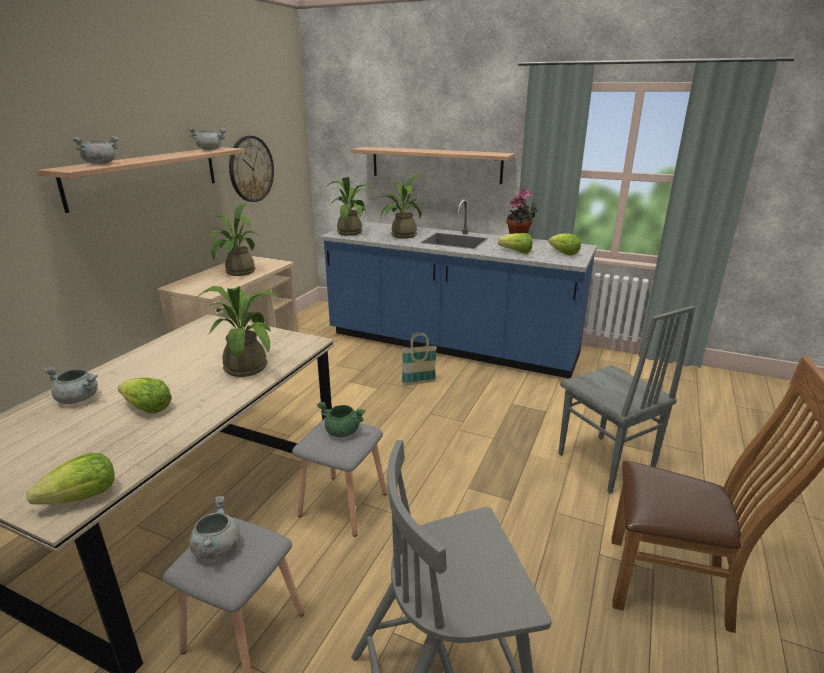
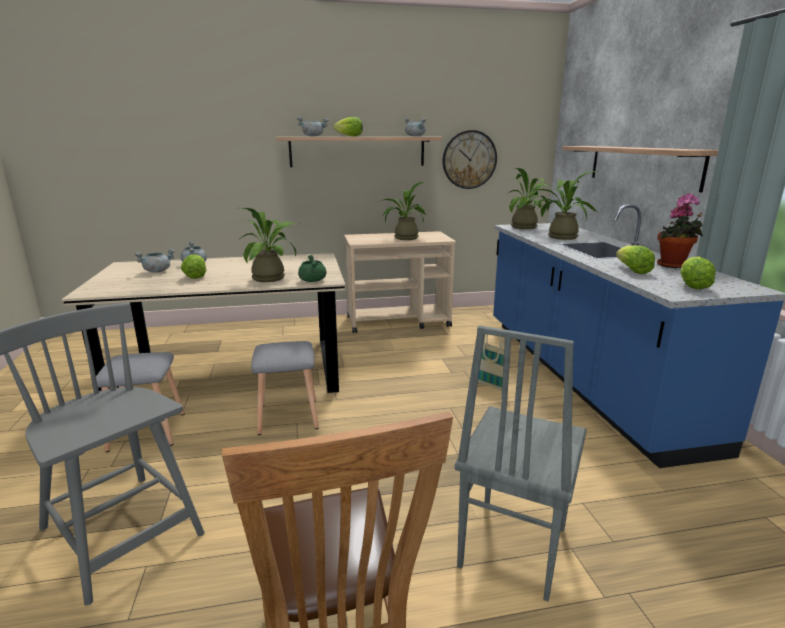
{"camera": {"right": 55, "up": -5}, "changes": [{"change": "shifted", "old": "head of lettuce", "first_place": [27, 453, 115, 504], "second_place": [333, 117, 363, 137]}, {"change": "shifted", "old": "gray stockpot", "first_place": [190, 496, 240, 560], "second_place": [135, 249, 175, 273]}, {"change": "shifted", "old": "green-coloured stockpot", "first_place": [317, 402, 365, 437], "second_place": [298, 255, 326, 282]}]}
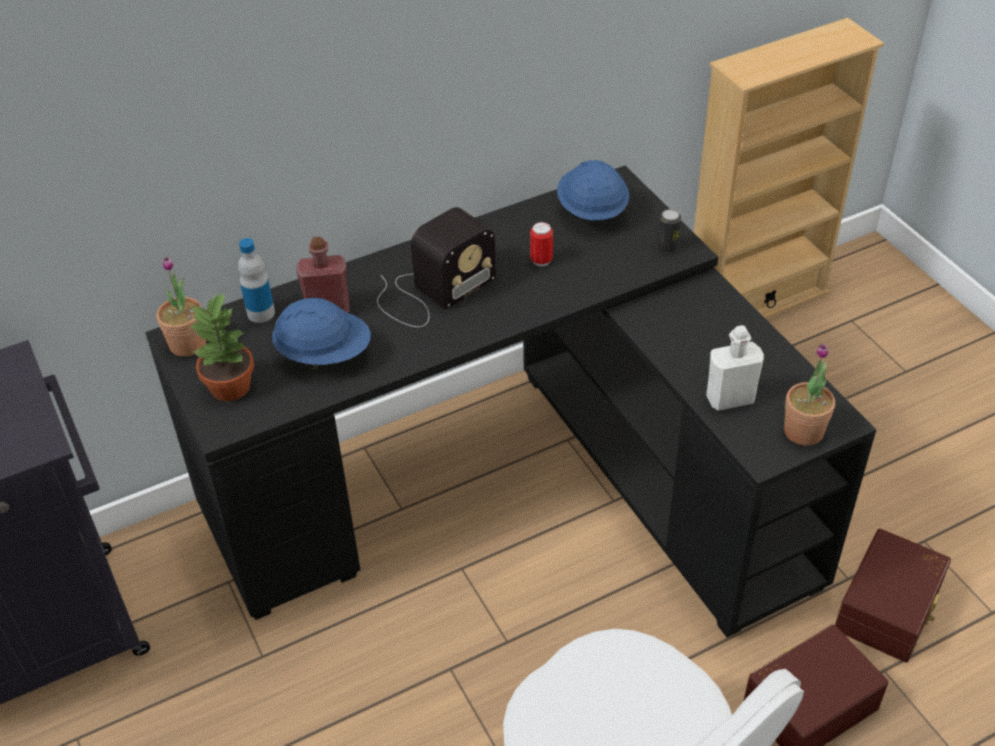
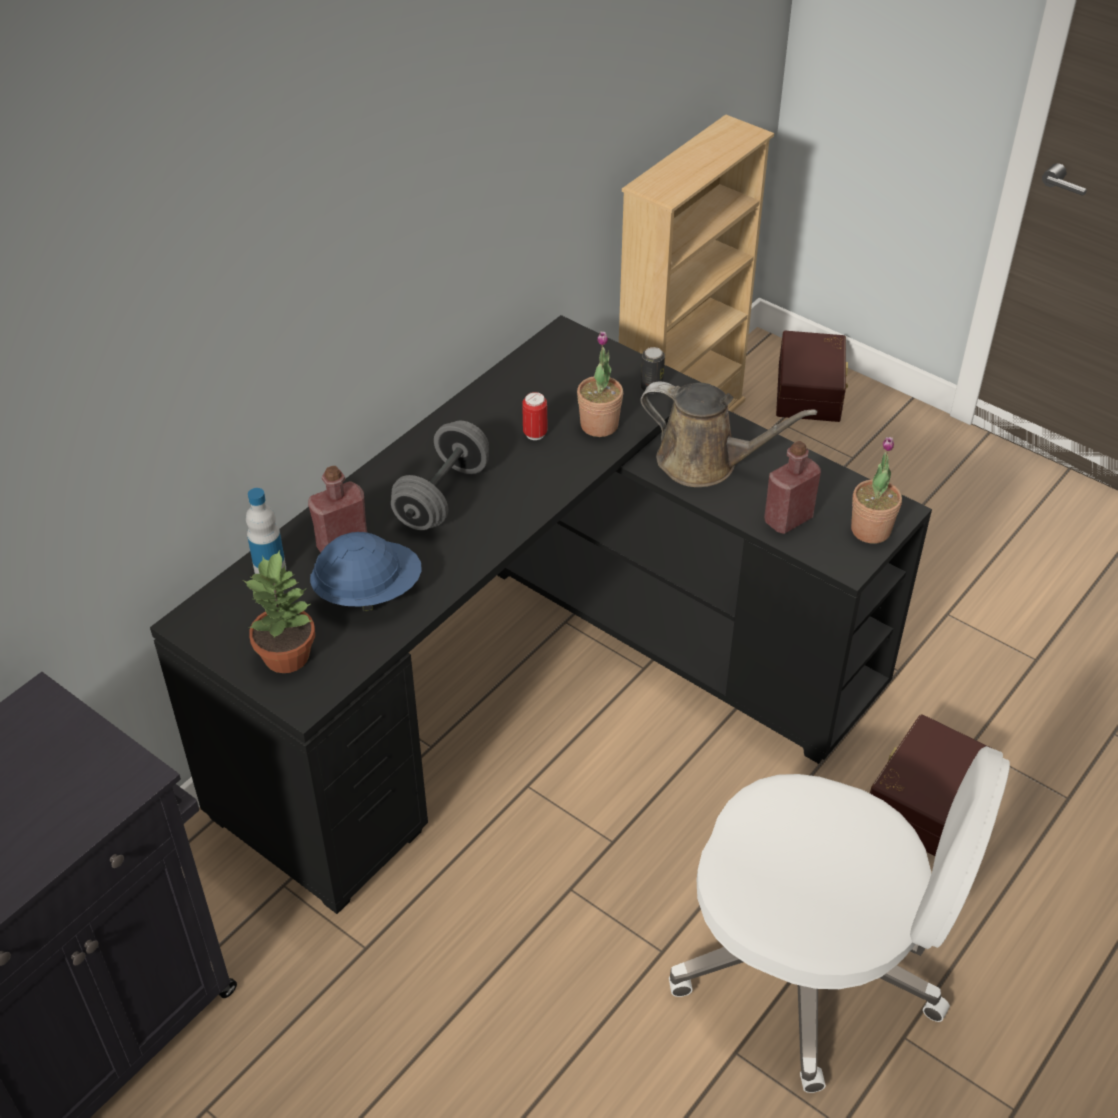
{"camera": {"right": -25, "up": 0}, "changes": [{"change": "shifted", "old": "houseplant", "first_place": [156, 256, 206, 357], "second_place": [577, 331, 623, 437]}, {"change": "swapped", "old": "radio receiver", "new": "gray free weight", "first_place": [377, 207, 496, 327], "second_place": [391, 421, 489, 530]}, {"change": "gone", "old": "bluish hard hat", "first_place": [557, 160, 629, 220]}, {"change": "repainted", "old": "white bottle", "new": "red bottle", "first_place": [706, 325, 764, 411], "second_place": [764, 441, 821, 534]}, {"change": "shifted", "old": "brown-coloured storage bin", "first_place": [835, 529, 951, 663], "second_place": [776, 331, 848, 422]}, {"change": "new", "new": "brown-coloured sprinkling can", "second_place": [640, 382, 817, 487]}]}
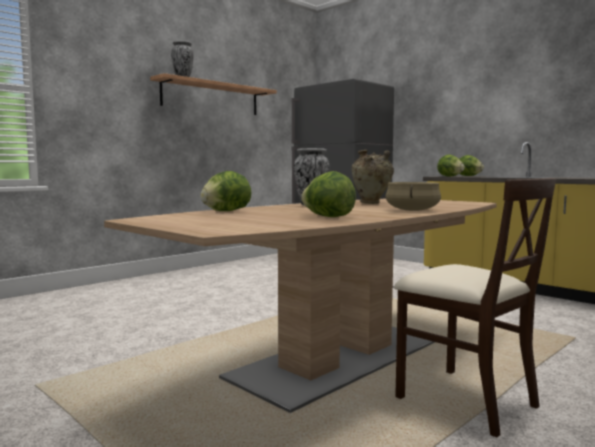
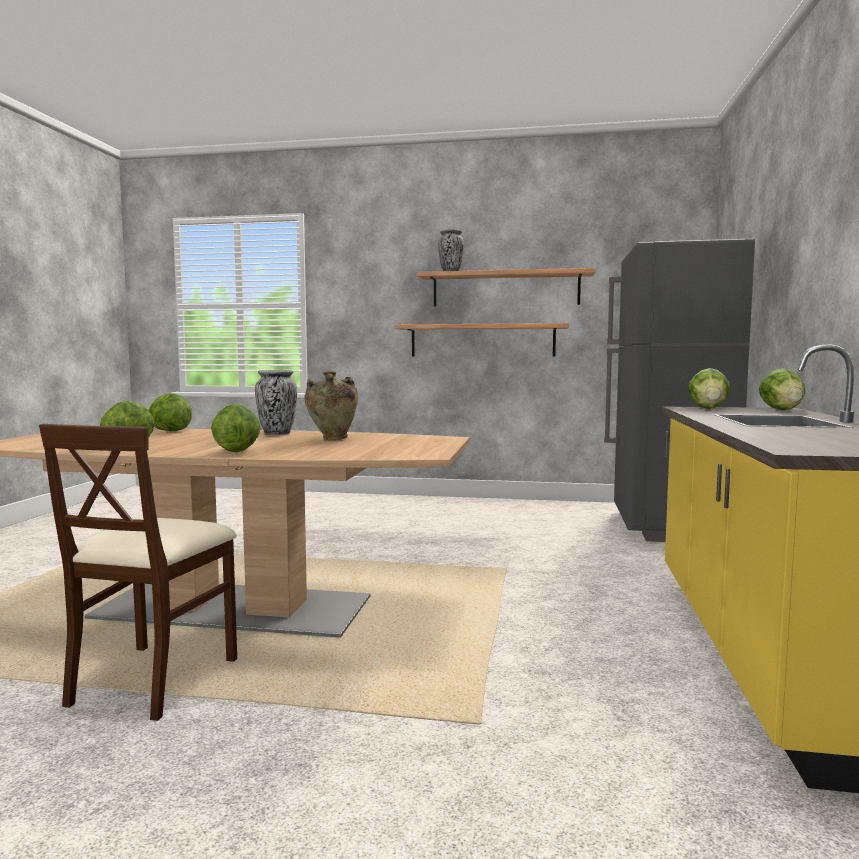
{"camera": {"right": 55, "up": 0}, "changes": [{"change": "swapped", "old": "sand-coloured stockpot", "new": "head of lettuce", "first_place": [386, 182, 441, 211], "second_place": [211, 404, 261, 453]}, {"change": "new", "new": "wall shelf", "second_place": [395, 323, 569, 357]}]}
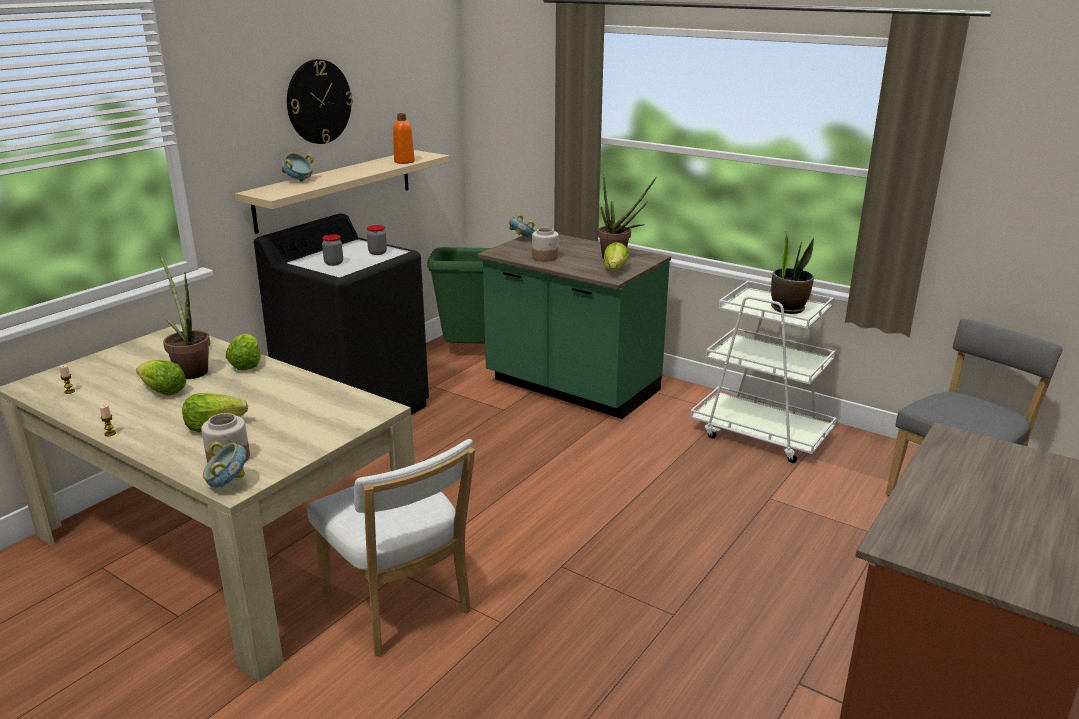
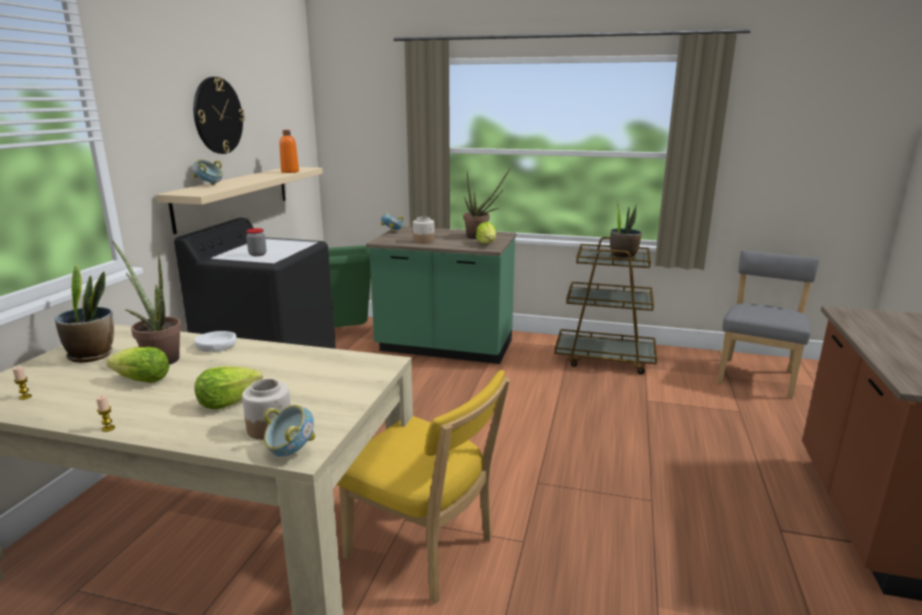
{"camera": {"right": -20, "up": -5}, "changes": [{"change": "swapped", "old": "head of lettuce", "new": "white serving bowl", "first_place": [226, 334, 261, 370], "second_place": [194, 331, 236, 352]}, {"change": "repainted", "old": "white plain chair", "new": "yellow-coloured plain chair", "first_place": [307, 439, 475, 656], "second_place": [337, 370, 510, 604]}, {"change": "gone", "old": "storage jar", "first_place": [367, 225, 387, 255]}, {"change": "repainted", "old": "white wheeled cart", "new": "brown-coloured wheeled cart", "first_place": [690, 279, 837, 463], "second_place": [555, 237, 657, 374]}, {"change": "new", "new": "houseplant", "second_place": [55, 263, 114, 363]}]}
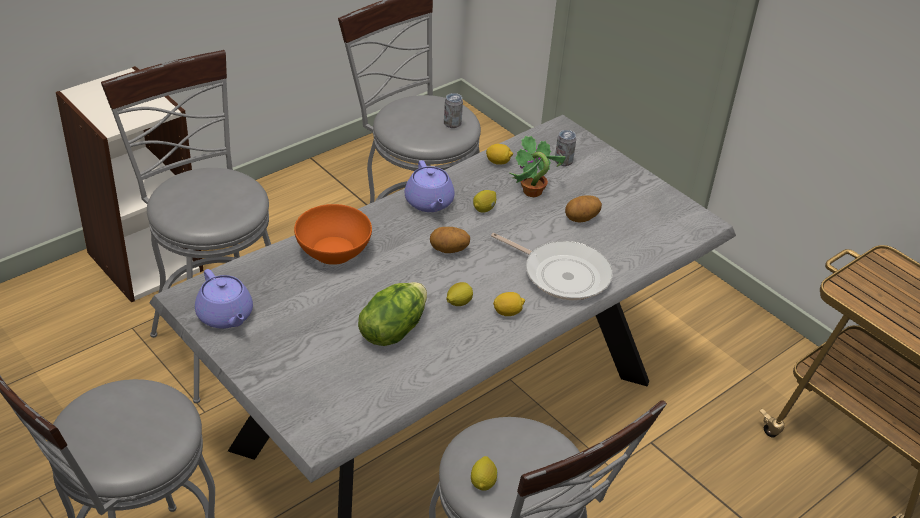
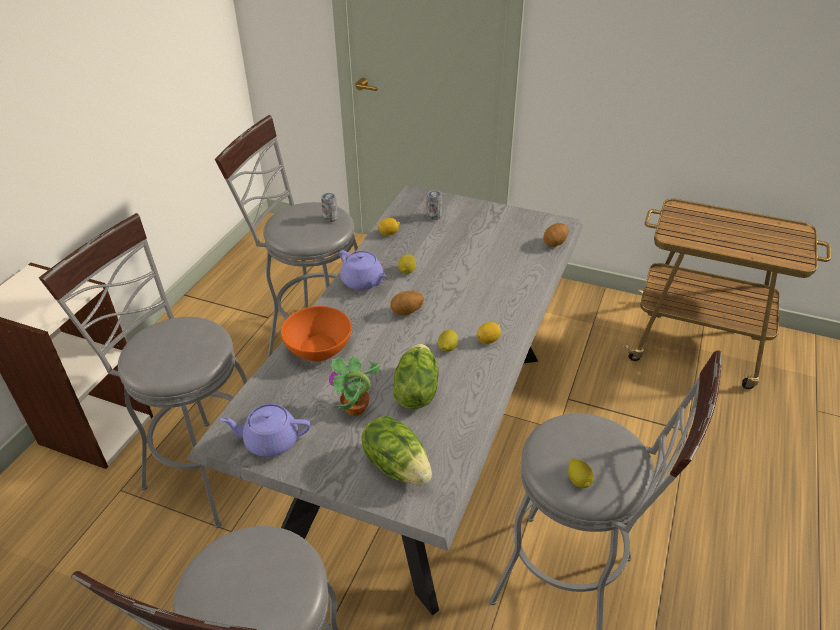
{"camera": {"right": -25, "up": 0}, "changes": [{"change": "rotated", "old": "purple-coloured pot for tea", "first_place": [195, 269, 253, 329], "second_place": [220, 404, 311, 457], "degrees": 150}, {"change": "gone", "old": "skillet", "first_place": [491, 233, 613, 300]}, {"change": "shifted", "old": "houseplant", "first_place": [510, 135, 566, 197], "second_place": [329, 355, 379, 416]}, {"change": "shifted", "old": "whole potato", "first_place": [565, 196, 602, 222], "second_place": [544, 223, 568, 247]}, {"change": "new", "new": "head of lettuce", "second_place": [362, 416, 432, 485]}]}
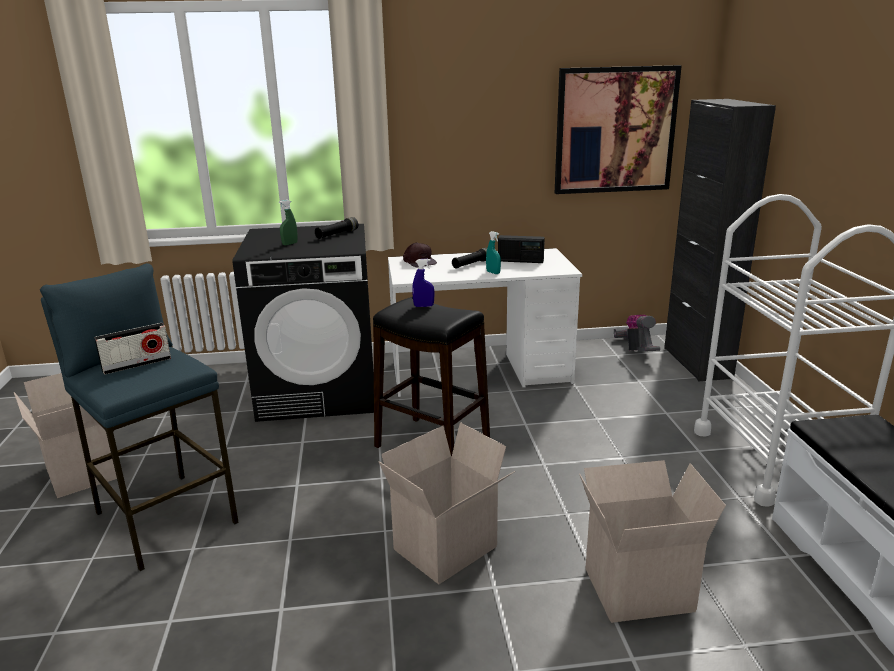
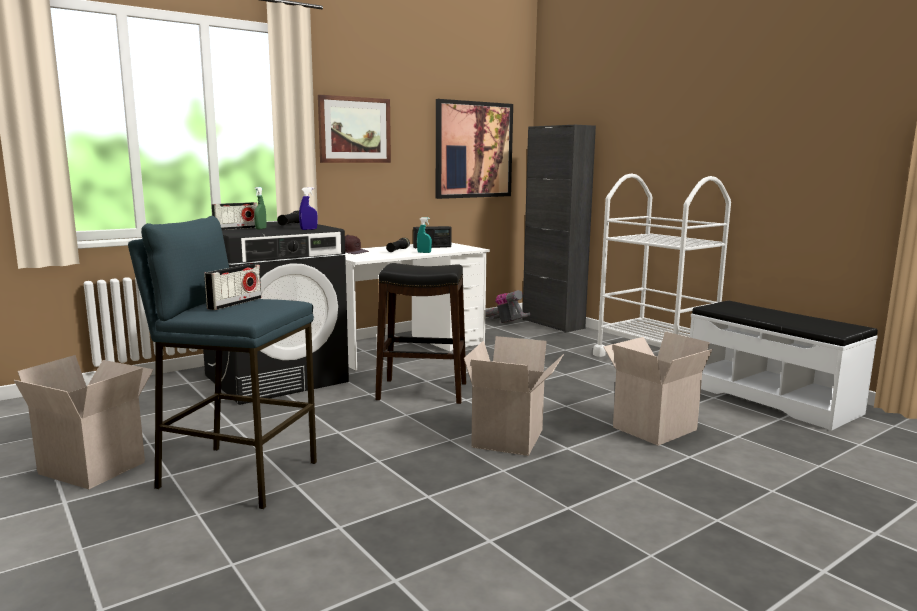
{"camera": {"right": -30, "up": -10}, "changes": [{"change": "shifted", "old": "bluish spray bottle", "first_place": [412, 259, 434, 307], "second_place": [299, 187, 318, 230]}, {"change": "new", "new": "radio receiver", "second_place": [211, 202, 257, 230]}, {"change": "new", "new": "wall art", "second_place": [318, 95, 391, 163]}]}
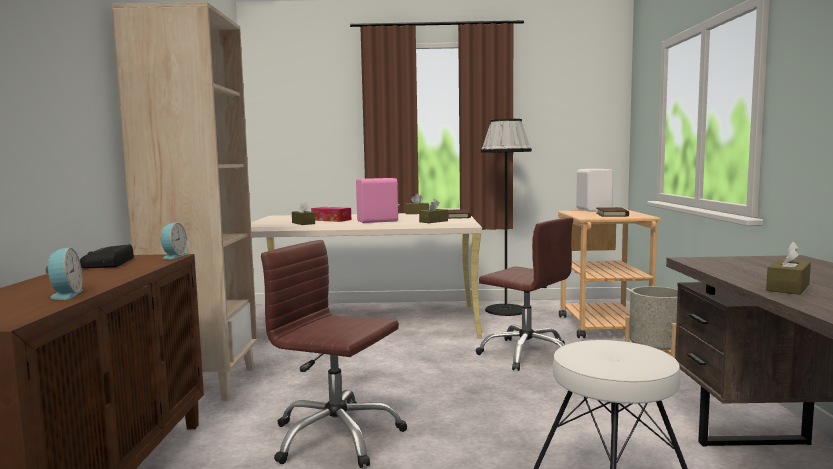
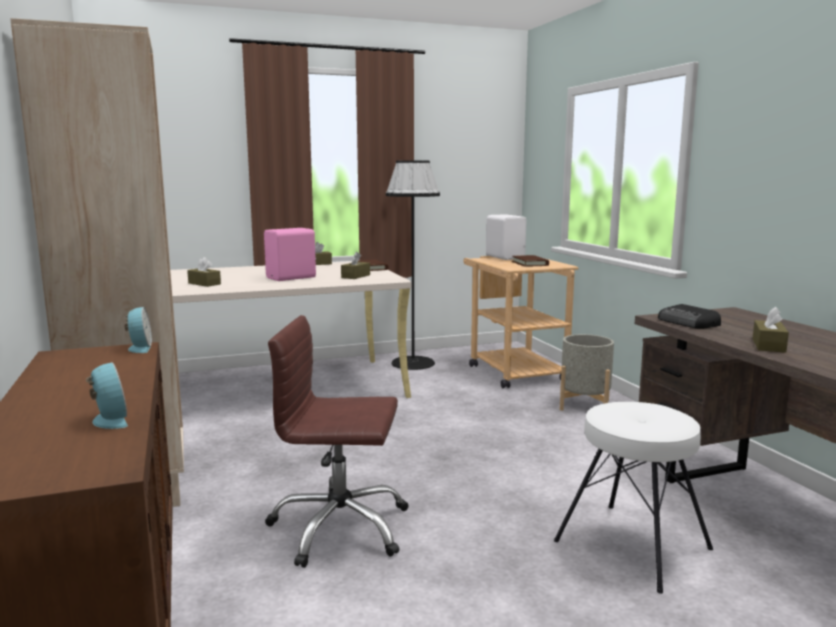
{"camera": {"right": -20, "up": 5}, "changes": [{"change": "shifted", "old": "radio receiver", "first_place": [80, 244, 134, 268], "second_place": [658, 304, 721, 329]}, {"change": "gone", "old": "tissue holder", "first_place": [311, 207, 351, 222]}, {"change": "gone", "old": "brown-coloured office chair", "first_place": [476, 217, 573, 371]}]}
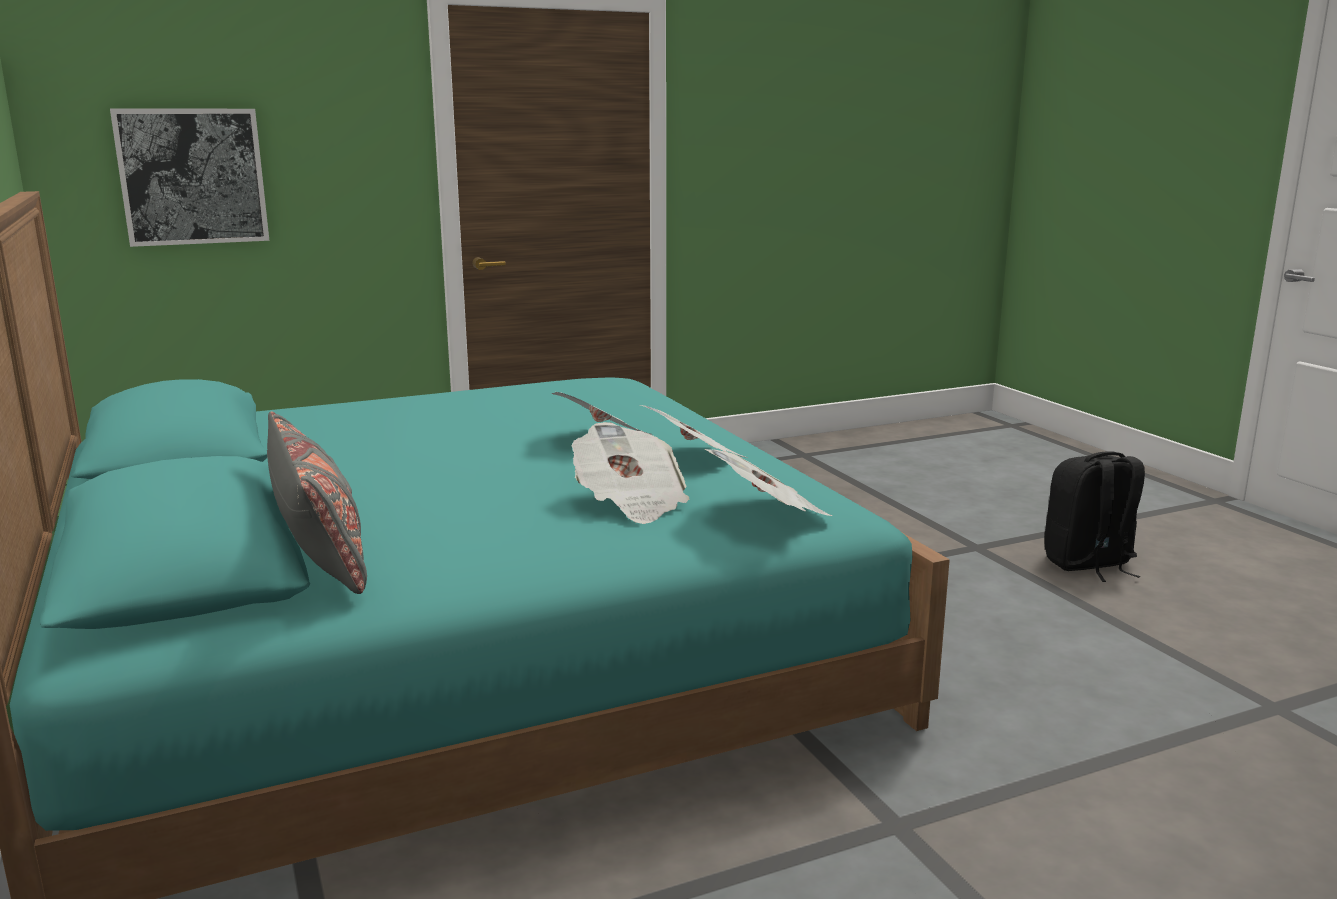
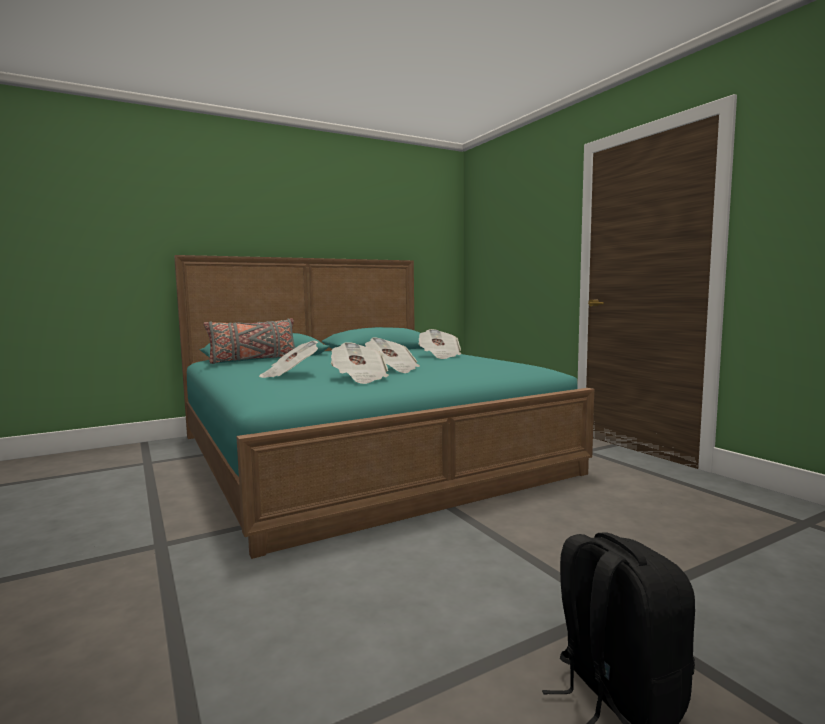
{"camera": {"right": 85, "up": -10}, "changes": [{"change": "gone", "old": "wall art", "first_place": [110, 108, 269, 247]}, {"change": "shifted", "old": "daily paper", "first_place": [705, 449, 832, 516], "second_place": [419, 329, 461, 359]}]}
